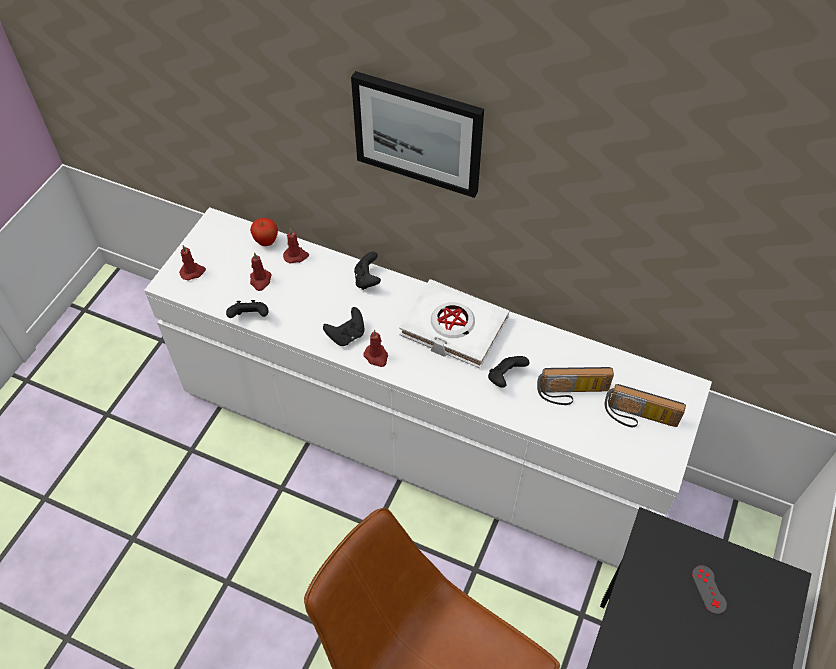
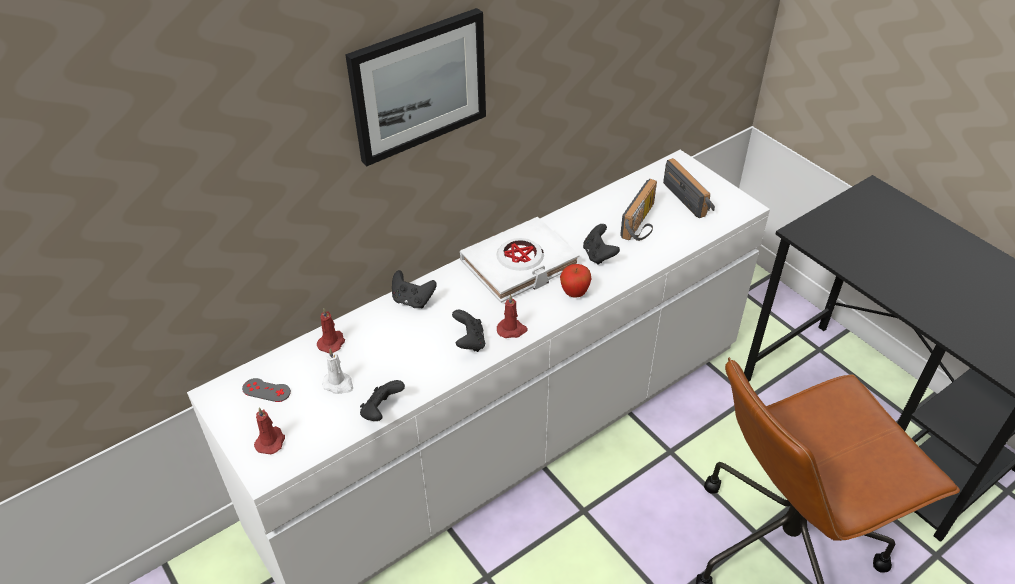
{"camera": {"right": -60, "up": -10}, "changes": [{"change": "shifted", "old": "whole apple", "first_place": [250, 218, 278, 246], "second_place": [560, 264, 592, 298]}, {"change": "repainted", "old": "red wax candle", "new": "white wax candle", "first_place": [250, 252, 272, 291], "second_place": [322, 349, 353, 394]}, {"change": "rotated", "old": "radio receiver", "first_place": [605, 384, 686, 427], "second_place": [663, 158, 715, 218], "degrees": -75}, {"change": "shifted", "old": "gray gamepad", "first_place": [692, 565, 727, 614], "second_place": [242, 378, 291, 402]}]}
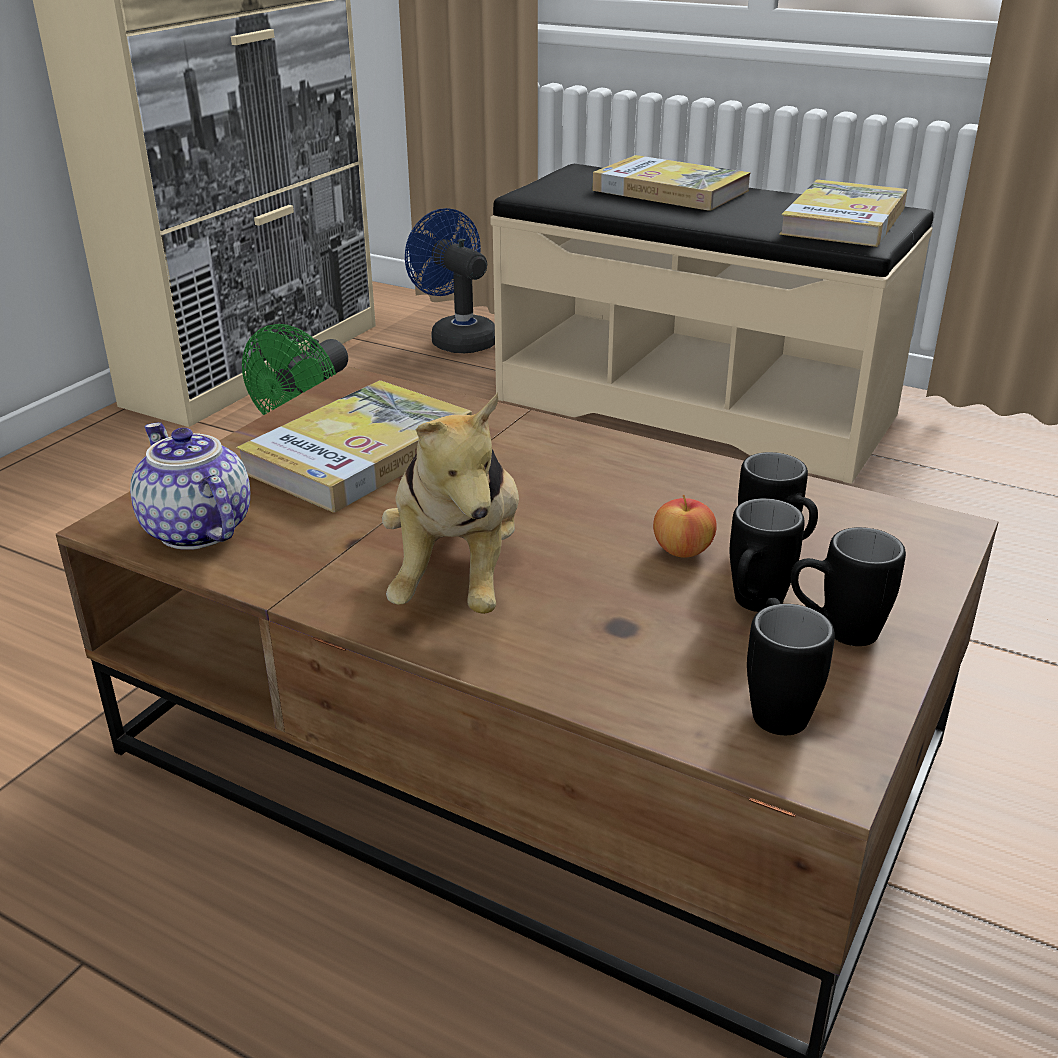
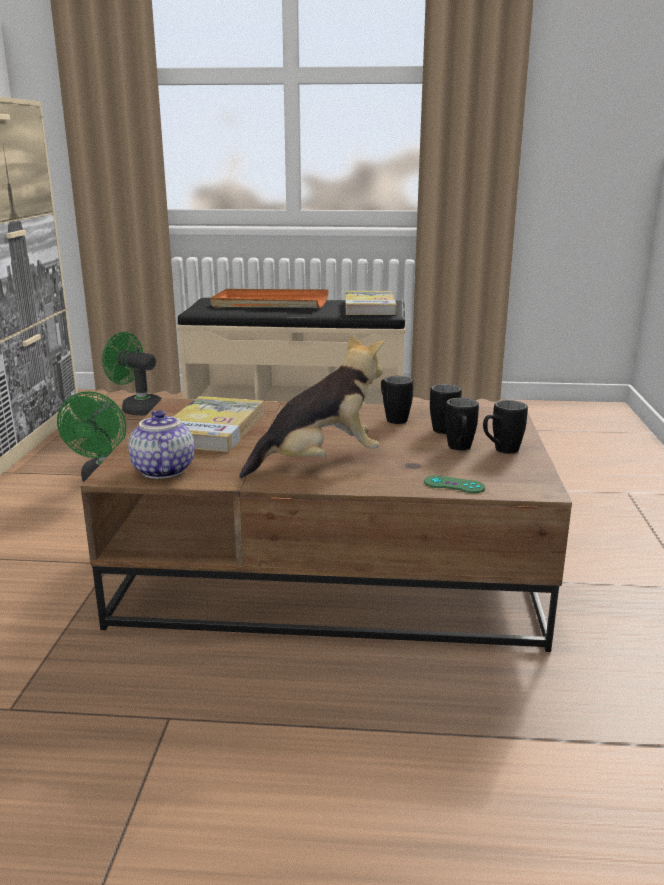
{"camera": {"right": -25, "up": -10}, "changes": [{"change": "rotated", "old": "pot for tea", "first_place": [130, 422, 250, 550], "second_place": [128, 410, 194, 479], "degrees": 45}, {"change": "rotated", "old": "cuddly toy", "first_place": [382, 393, 519, 614], "second_place": [239, 333, 384, 478], "degrees": -90}, {"change": "repainted", "old": "bluish fan", "new": "green-coloured fan", "first_place": [405, 208, 495, 353], "second_place": [102, 332, 162, 416]}, {"change": "swapped", "old": "volume", "new": "orangey carrying tray", "first_place": [593, 155, 751, 211], "second_place": [211, 289, 329, 308]}, {"change": "gone", "old": "whole apple", "first_place": [653, 495, 717, 558]}, {"change": "shifted", "old": "black coffee mug", "first_place": [747, 598, 835, 735], "second_place": [381, 376, 413, 424]}, {"change": "new", "new": "green-coloured gamepad", "second_place": [424, 475, 485, 493]}]}
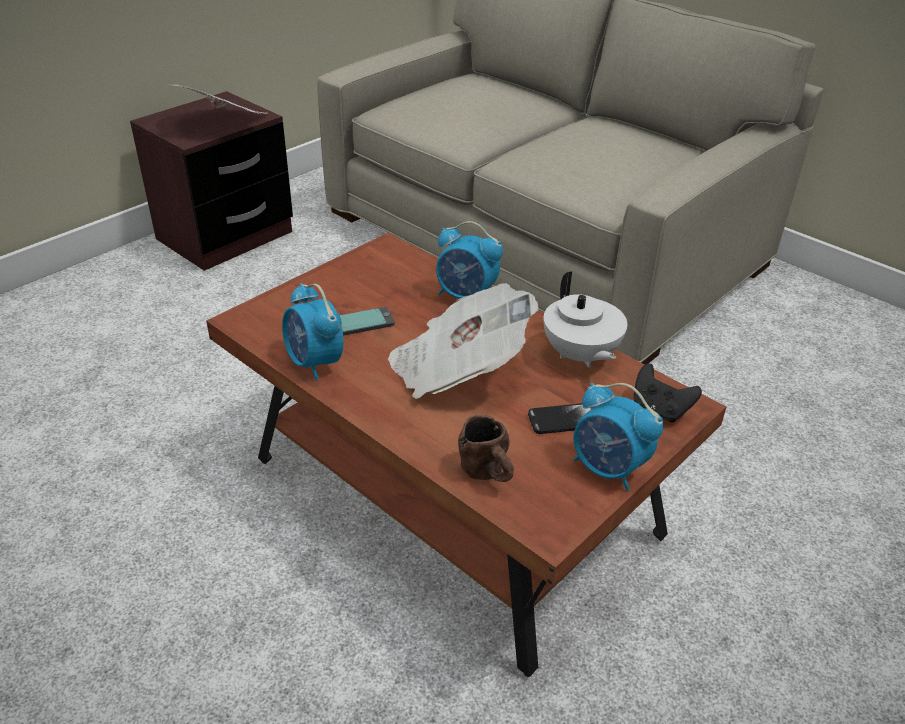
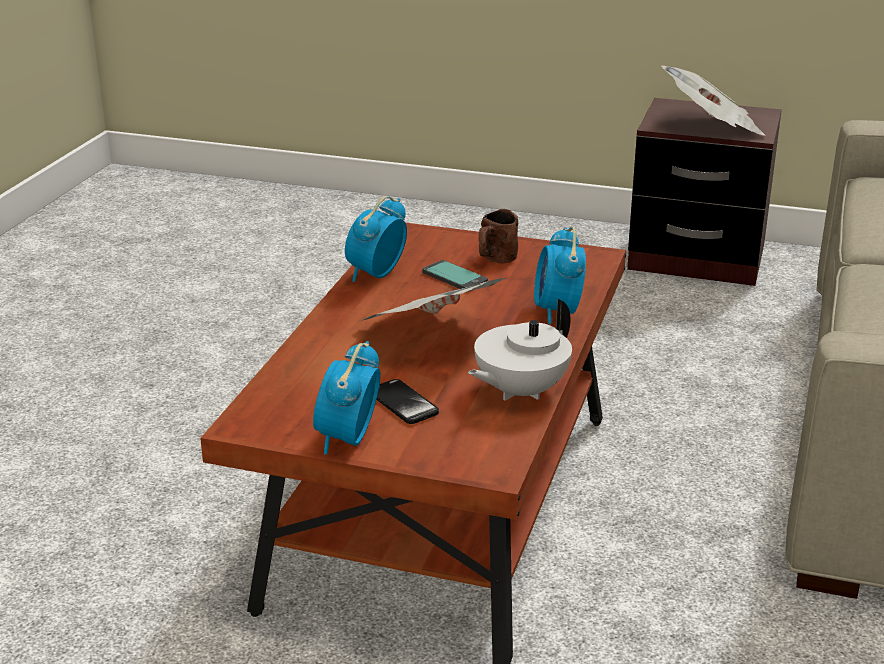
{"camera": {"right": 65, "up": -10}, "changes": [{"change": "shifted", "old": "brown-coloured coffee mug", "first_place": [458, 415, 514, 482], "second_place": [479, 209, 518, 263]}, {"change": "gone", "old": "black gamepad", "first_place": [633, 364, 702, 423]}]}
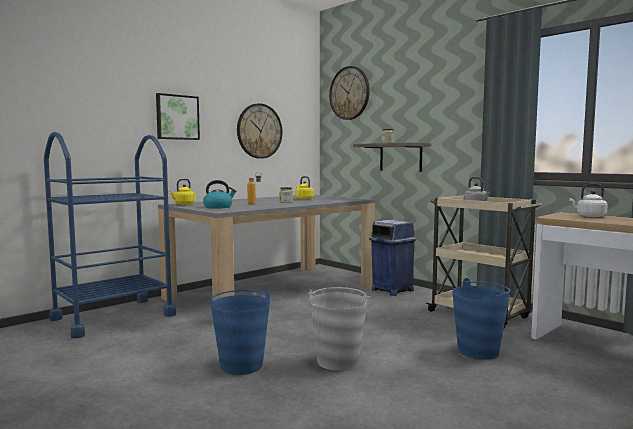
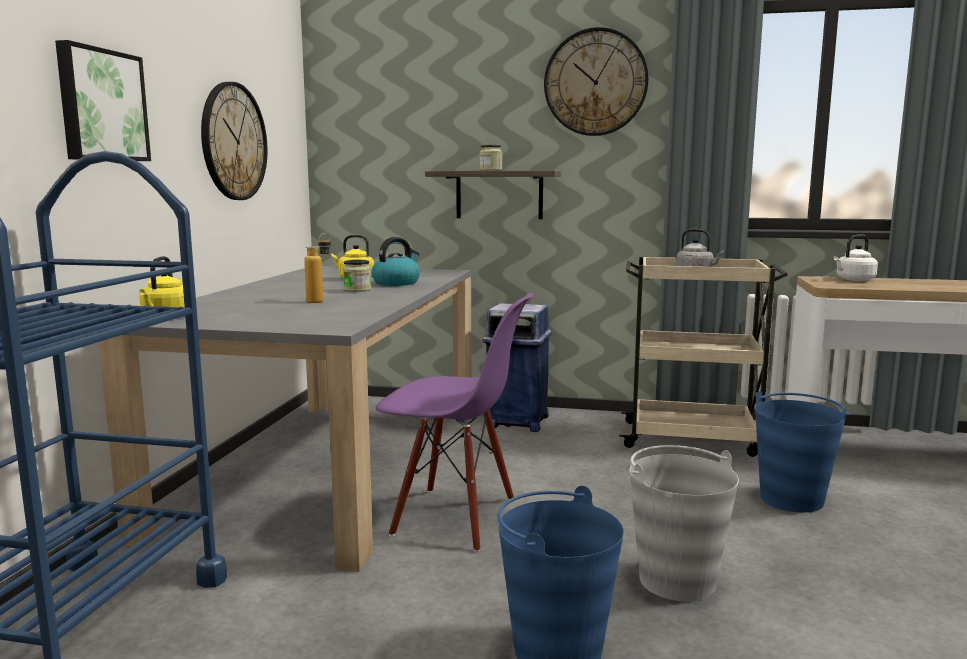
{"camera": {"right": -35, "up": 5}, "changes": [{"change": "shifted", "old": "water kettle", "first_place": [203, 180, 236, 209], "second_place": [371, 237, 420, 286]}, {"change": "shifted", "old": "wall clock", "first_place": [329, 66, 370, 120], "second_place": [544, 27, 648, 136]}, {"change": "new", "new": "purple-coloured plain chair", "second_place": [376, 293, 534, 552]}]}
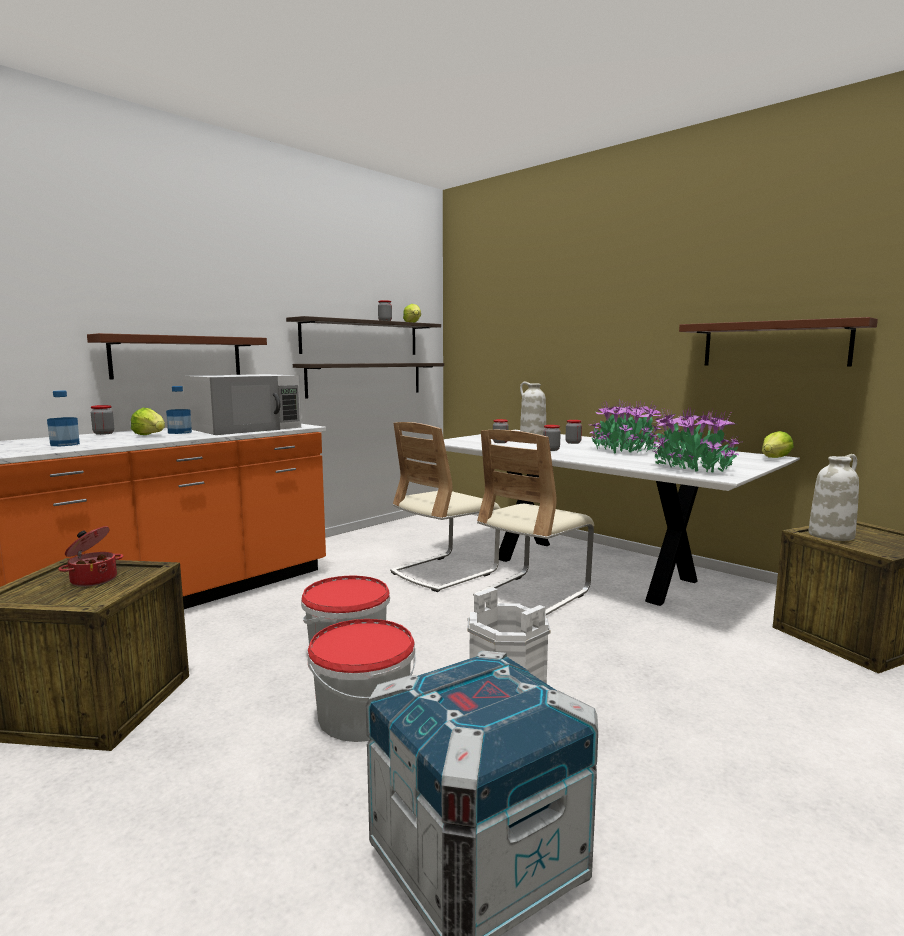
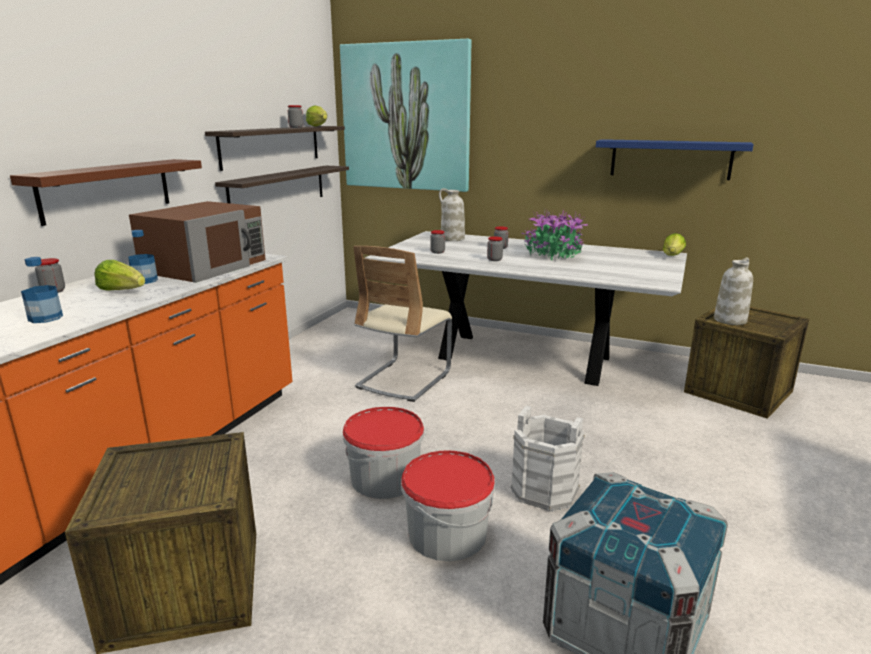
{"camera": {"right": -20, "up": 10}, "changes": [{"change": "gone", "old": "stockpot", "first_place": [58, 526, 123, 587]}, {"change": "repainted", "old": "white microwave", "new": "brown-coloured microwave", "first_place": [183, 374, 301, 435], "second_place": [129, 201, 266, 283]}, {"change": "gone", "old": "sand-coloured plain chair", "first_place": [473, 430, 594, 615]}, {"change": "gone", "old": "houseplant", "first_place": [653, 407, 739, 472]}, {"change": "repainted", "old": "brown-coloured wall shelf", "new": "bluish wall shelf", "first_place": [679, 317, 878, 367], "second_place": [596, 139, 754, 180]}, {"change": "new", "new": "wall art", "second_place": [340, 39, 471, 192]}]}
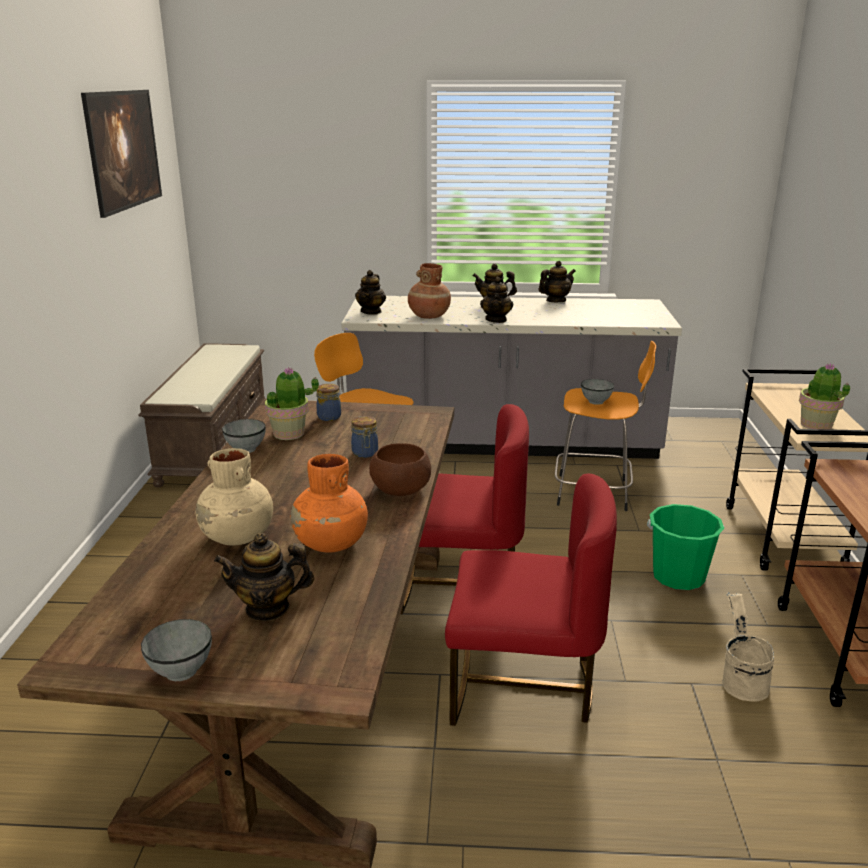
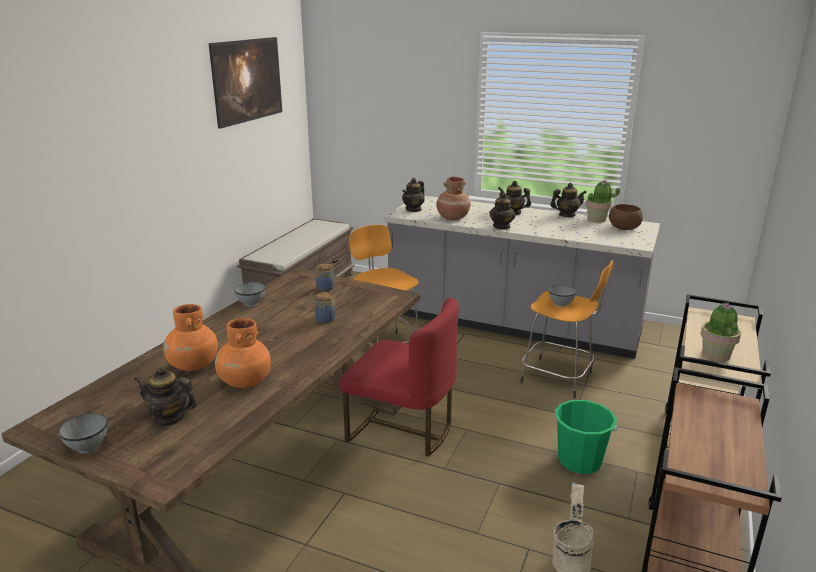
{"camera": {"right": 20, "up": 0}, "changes": [{"change": "repainted", "old": "sand-coloured flower vase", "new": "orangey flower vase", "first_place": [195, 448, 273, 545], "second_place": [163, 304, 218, 371]}, {"change": "shifted", "old": "houseplant", "first_place": [265, 367, 319, 440], "second_place": [586, 180, 620, 223]}, {"change": "shifted", "old": "brown-coloured serving bowl", "first_place": [369, 443, 431, 496], "second_place": [609, 204, 643, 230]}, {"change": "gone", "old": "red plain chair", "first_place": [445, 474, 617, 726]}]}
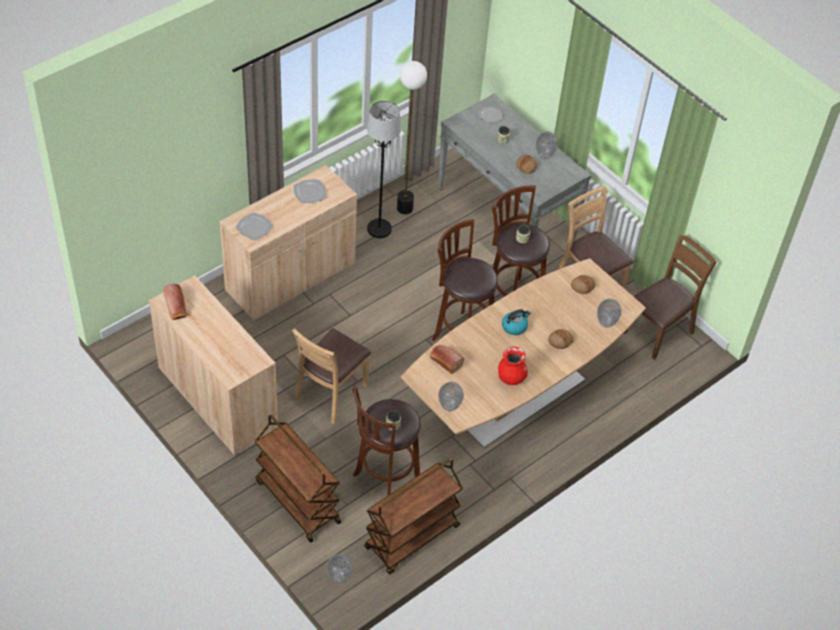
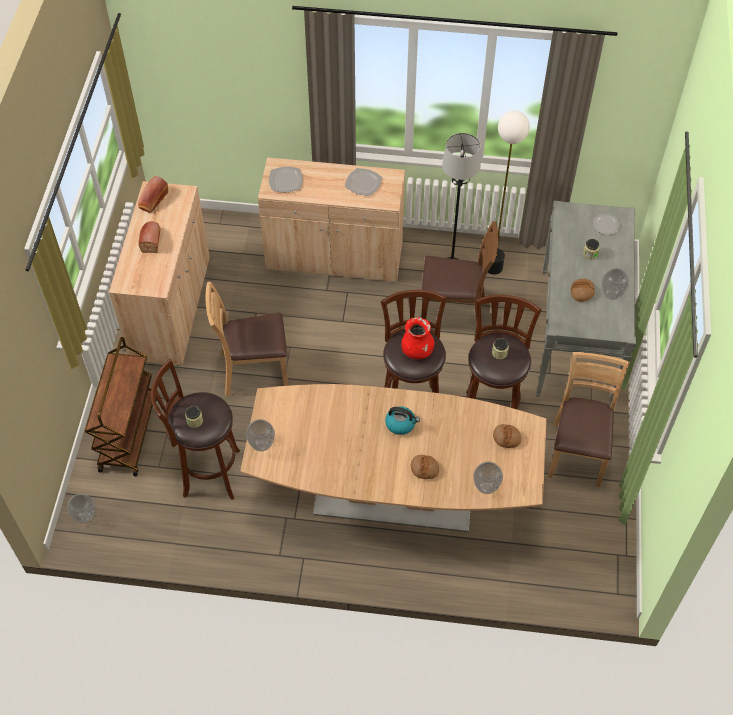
{"camera": {"right": 50, "up": 5}, "changes": [{"change": "gone", "old": "brown-coloured wheeled cart", "first_place": [364, 459, 463, 574]}, {"change": "shifted", "old": "baked bread", "first_place": [430, 345, 464, 374], "second_place": [138, 221, 161, 253]}, {"change": "shifted", "old": "red flower vase", "first_place": [498, 346, 528, 385], "second_place": [401, 317, 434, 359]}, {"change": "shifted", "old": "brown-coloured plain chair", "first_place": [624, 235, 717, 359], "second_place": [422, 221, 498, 334]}]}
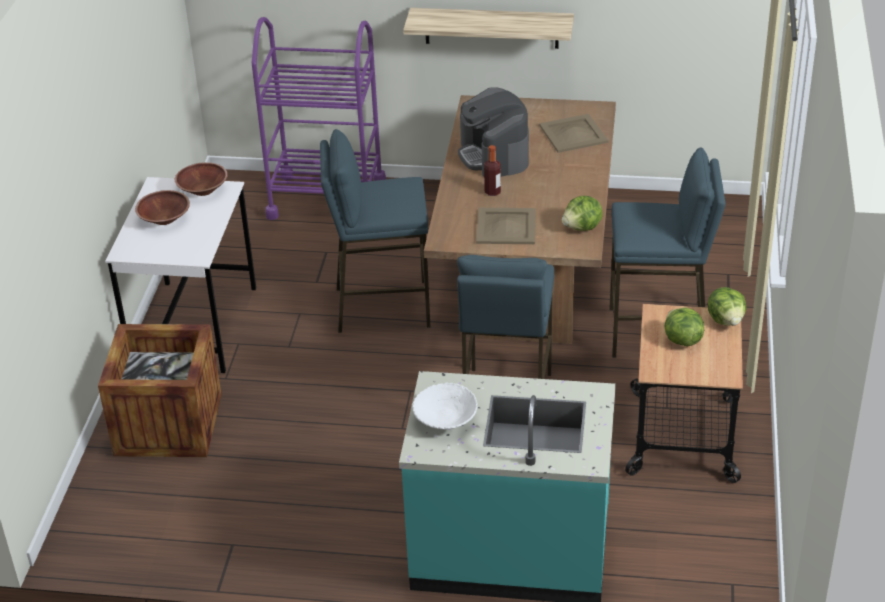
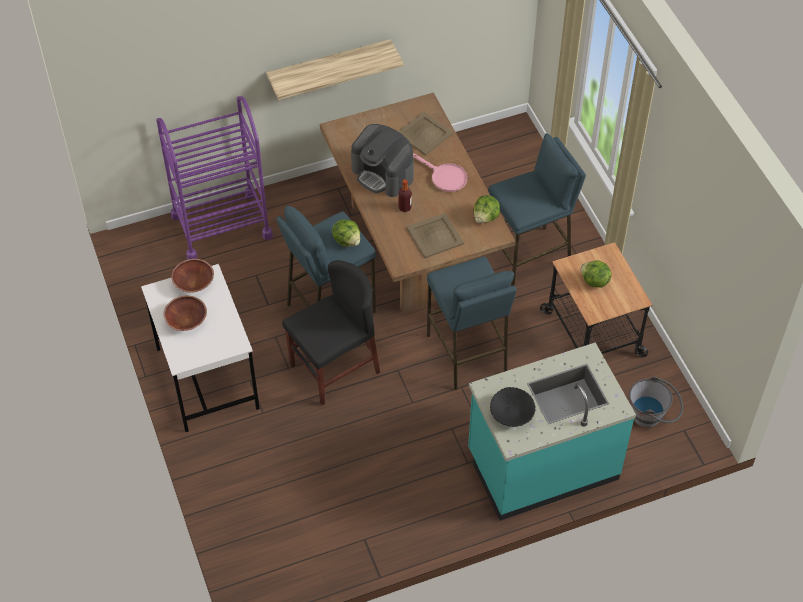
{"camera": {"right": -30, "up": 15}, "changes": [{"change": "gone", "old": "packing crate", "first_place": [98, 324, 222, 457]}, {"change": "repainted", "old": "white serving bowl", "new": "black serving bowl", "first_place": [412, 382, 477, 430], "second_place": [490, 387, 536, 427]}, {"change": "shifted", "old": "head of lettuce", "first_place": [708, 287, 746, 326], "second_place": [332, 219, 360, 247]}, {"change": "new", "new": "black plain chair", "second_place": [282, 260, 380, 405]}, {"change": "new", "new": "pinkish skillet", "second_place": [413, 153, 468, 192]}, {"change": "new", "new": "gray water bucket", "second_place": [629, 376, 683, 428]}]}
